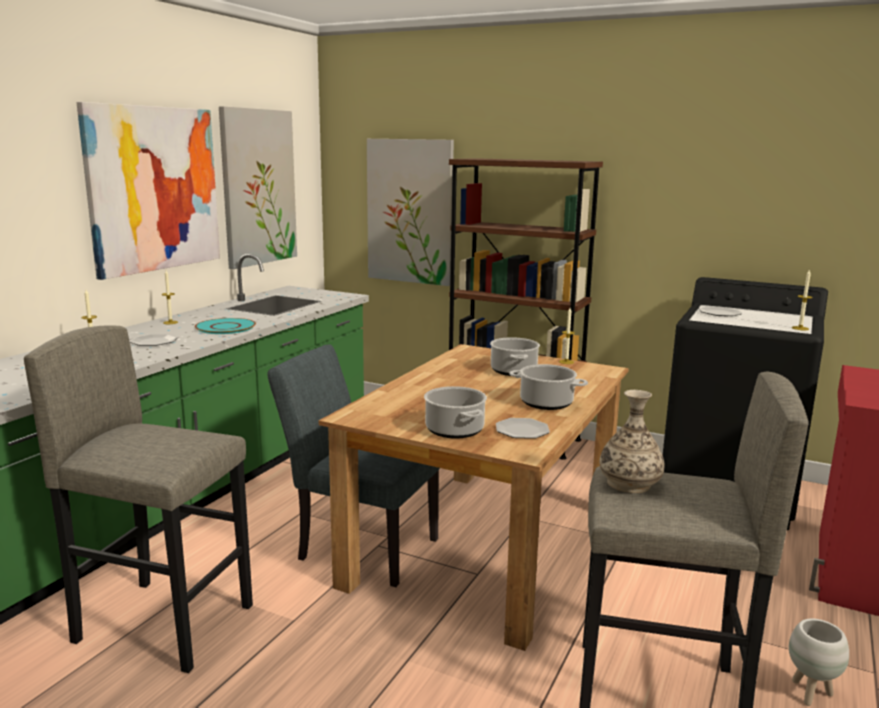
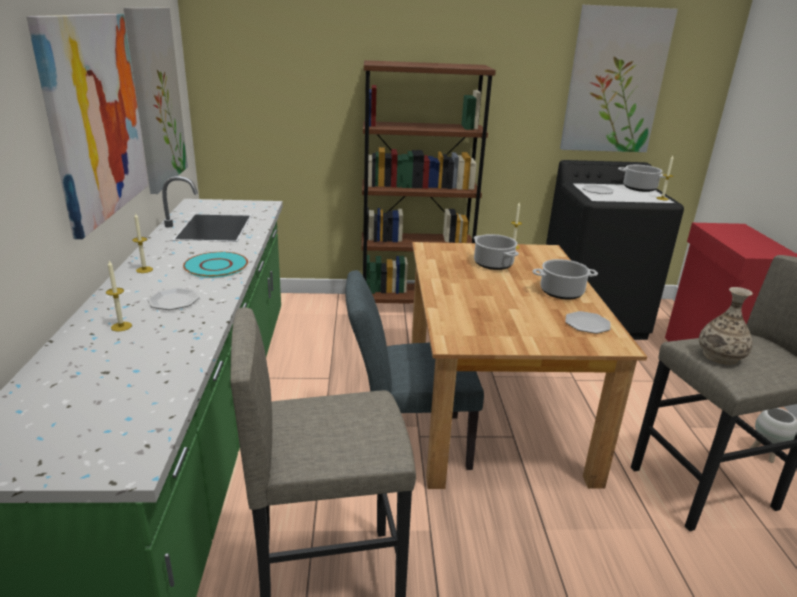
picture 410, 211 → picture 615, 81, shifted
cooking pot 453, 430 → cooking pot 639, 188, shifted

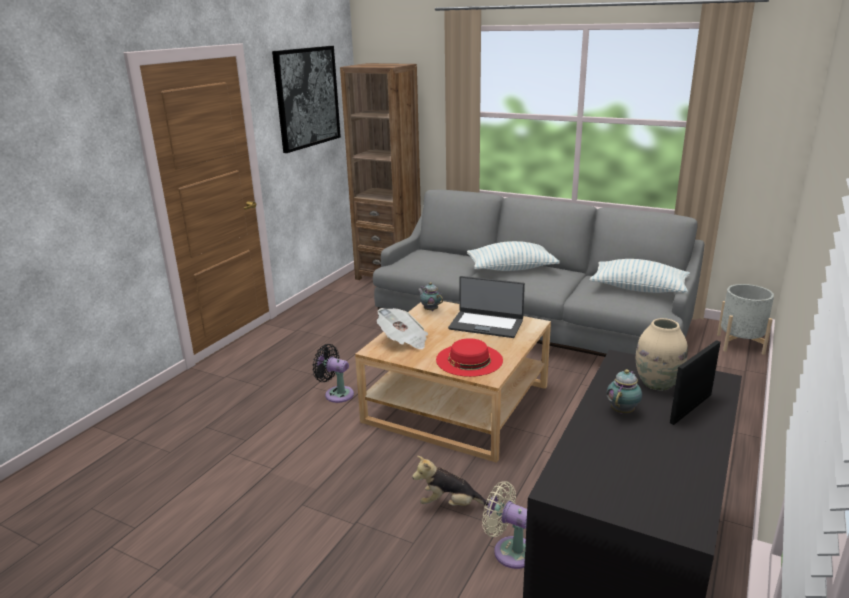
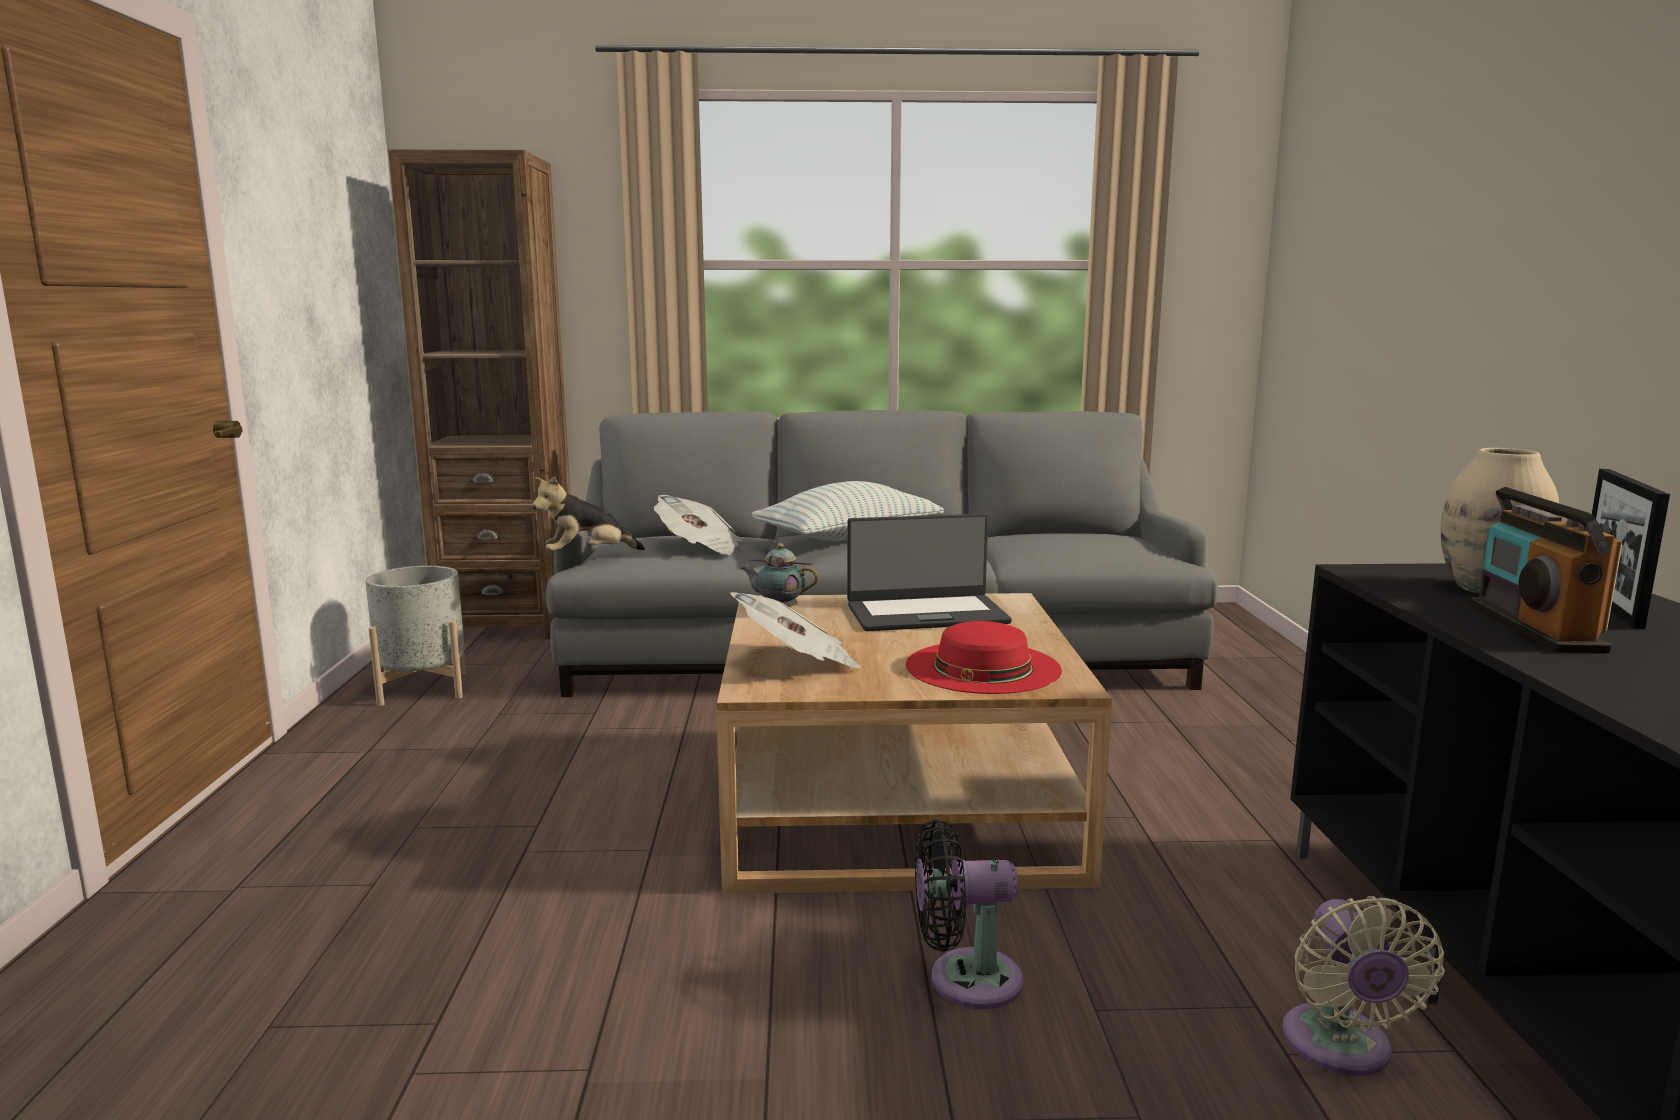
picture 307, 97 → -
throw pillow 638, 289 → -
- → daily paper 699, 548
blackish electric fan 336, 394 → blackish electric fan 965, 980, shifted
cuddly toy 449, 504 → cuddly toy 587, 556, shifted
gray plant pot 740, 344 → gray plant pot 423, 688, shifted
pot for tea 623, 410 → radio 1533, 627
beige-coloured electric fan 510, 550 → beige-coloured electric fan 1340, 1049, 90 degrees counterclockwise

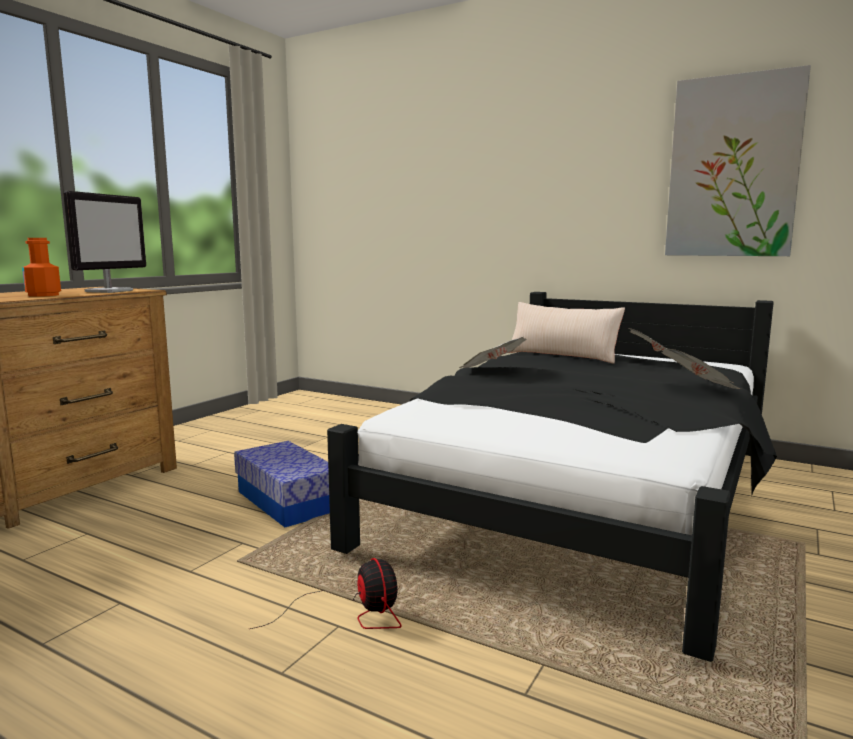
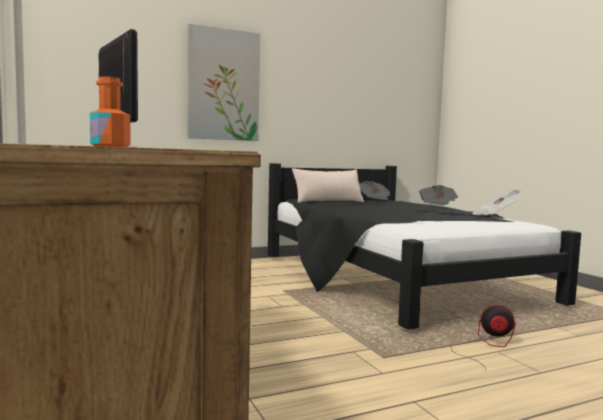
storage container 287, 501 → -
daily paper 492, 371 → daily paper 496, 215, shifted
picture 733, 167 → picture 223, 85, shifted

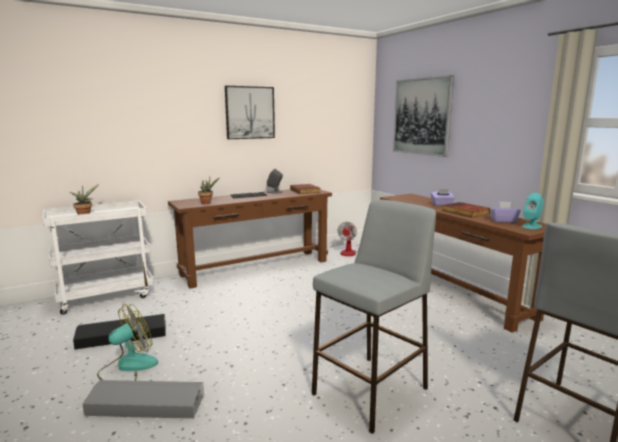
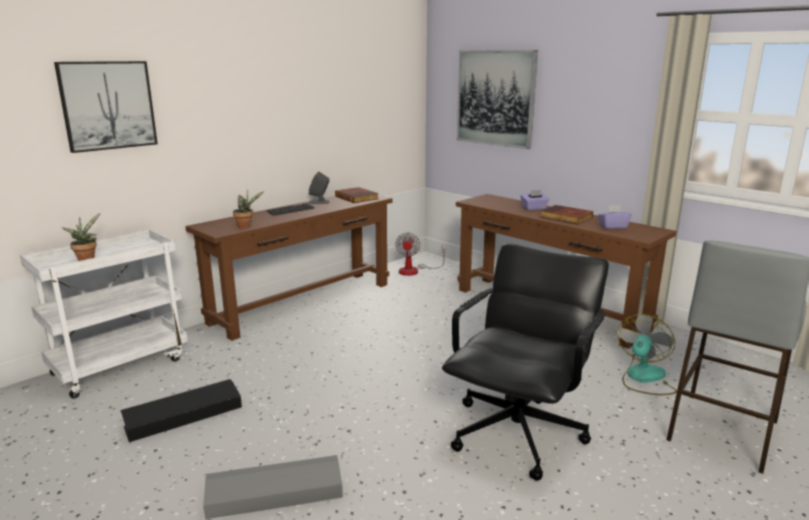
turquoise loudspeaker 532, 226 → -
electric fan 128, 367 → electric fan 643, 379, shifted
picture 249, 112 → picture 108, 105, shifted
gray stool seat 371, 391 → blackish office chair 518, 433

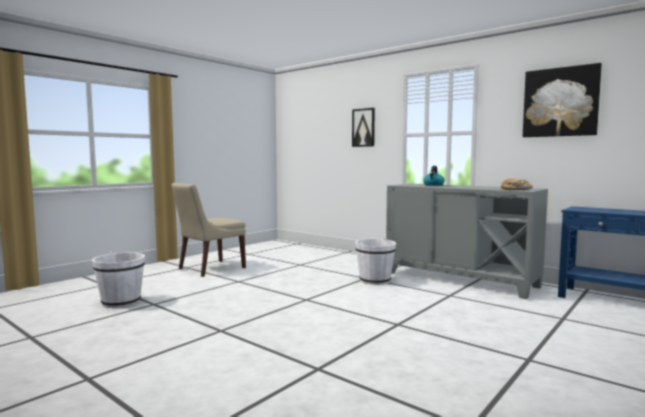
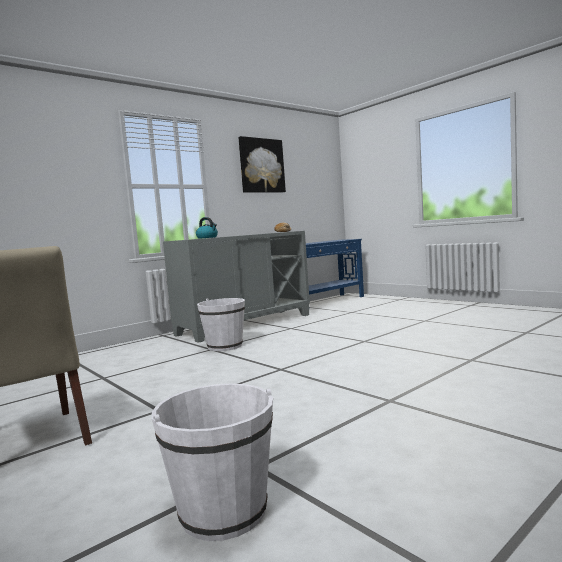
picture 363, 127 → -

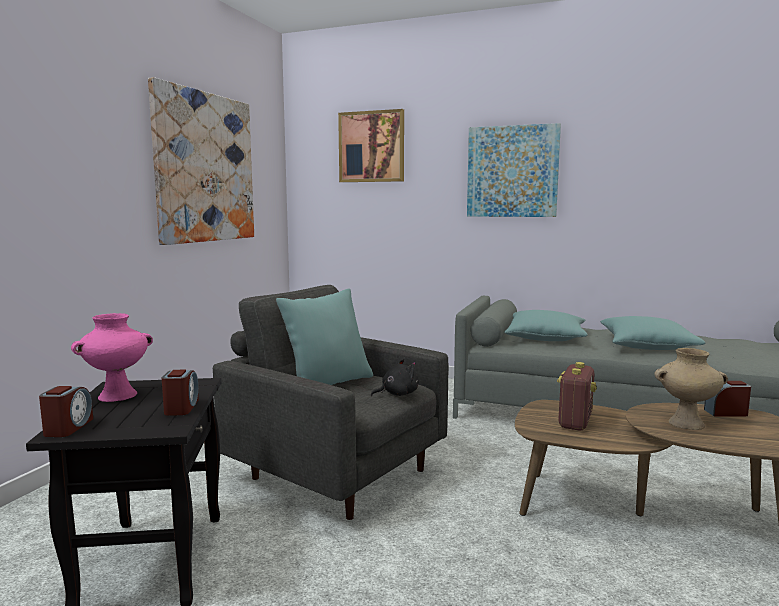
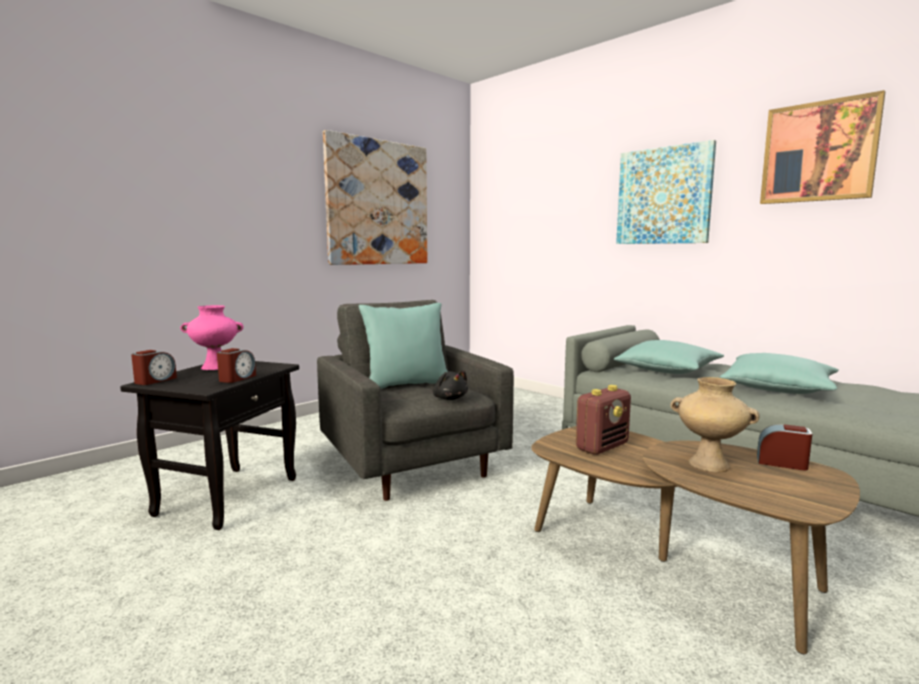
picture 371, 147 → picture 818, 152, shifted
blackish cuddly toy 397, 394 → blackish cuddly toy 449, 398, 60 degrees clockwise

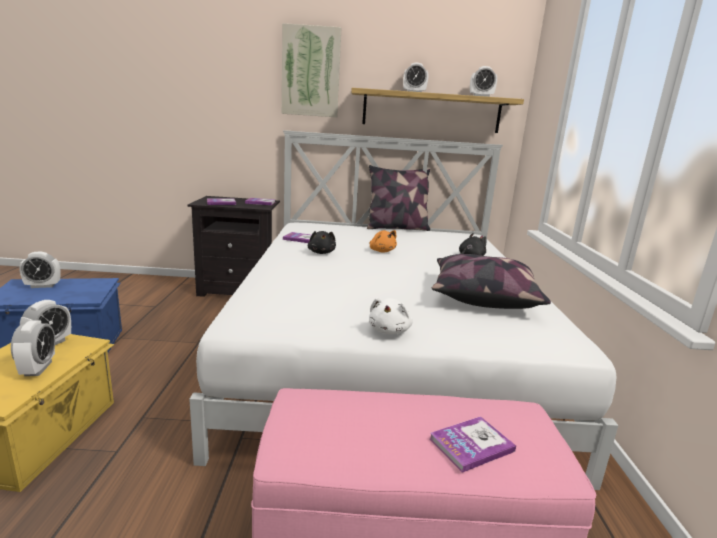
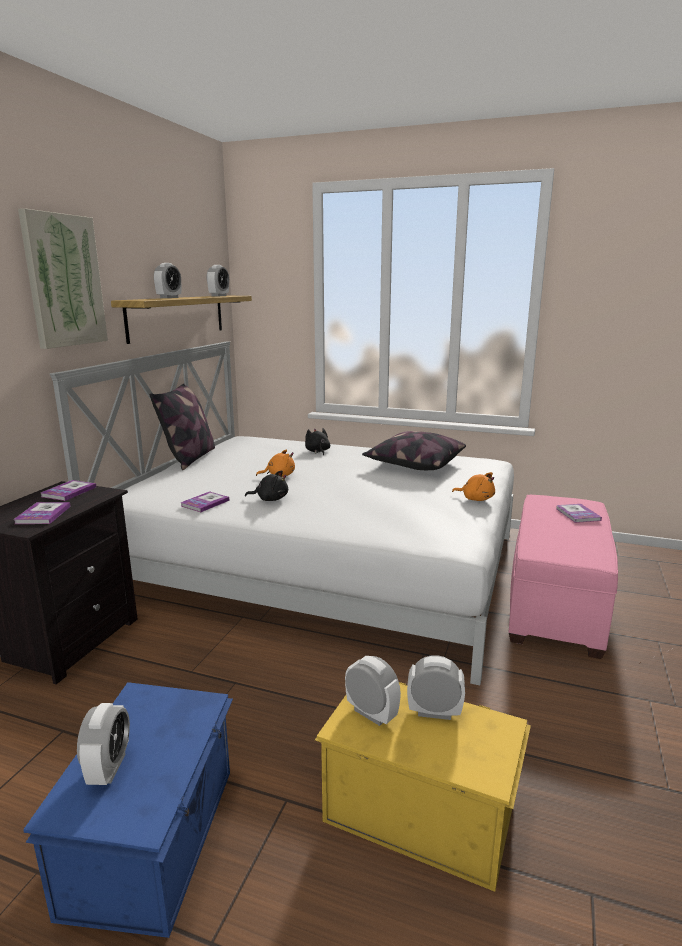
white cuddly toy 390, 330 → orangey cuddly toy 476, 499

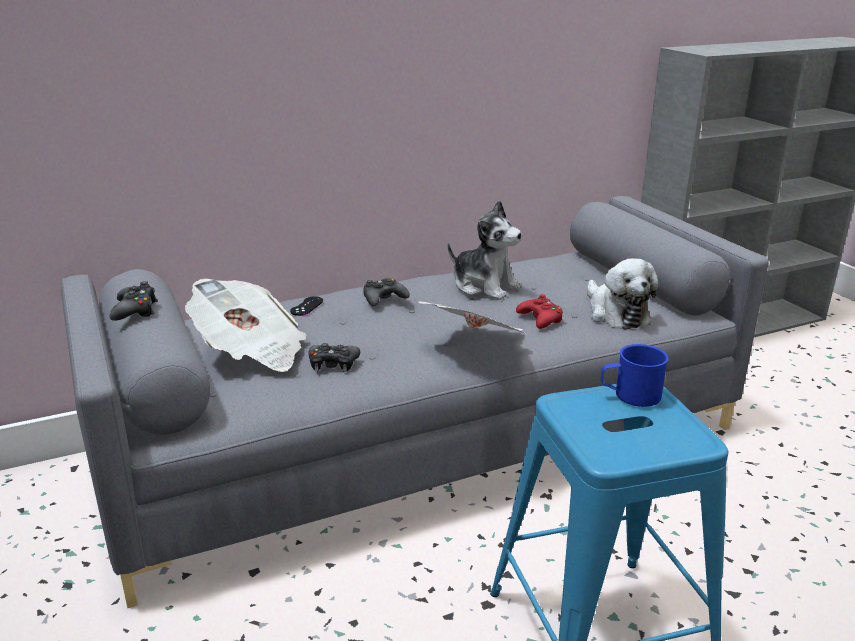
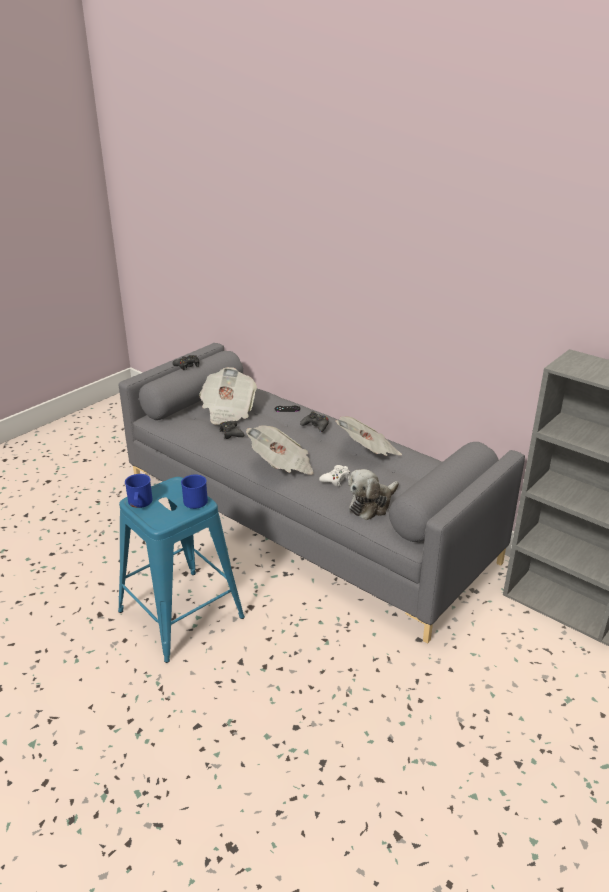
- → bluish coffee mug 139, 503
cuddly toy 484, 286 → daily paper 368, 452
reddish game controller 540, 319 → white game controller 336, 479

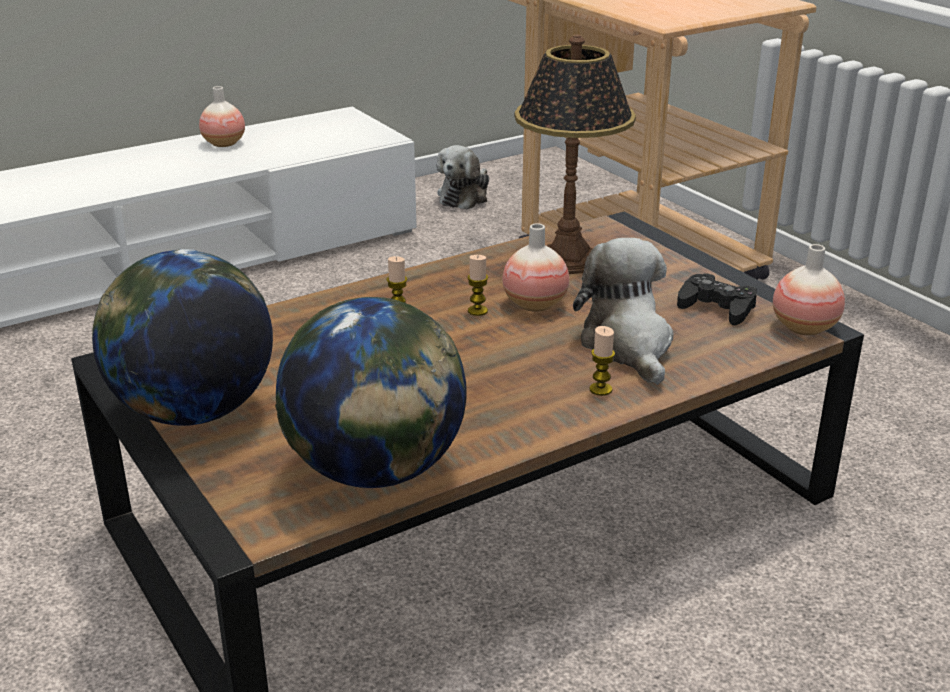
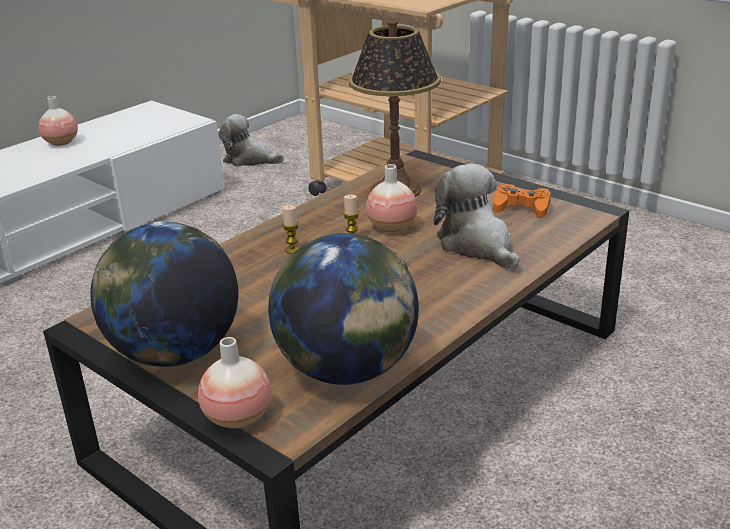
wax candle 600, 389 → -
flower vase 804, 328 → flower vase 238, 417, shifted
blackish game controller 717, 307 → orangey game controller 522, 207
cuddly toy 464, 196 → cuddly toy 249, 159, 105 degrees clockwise

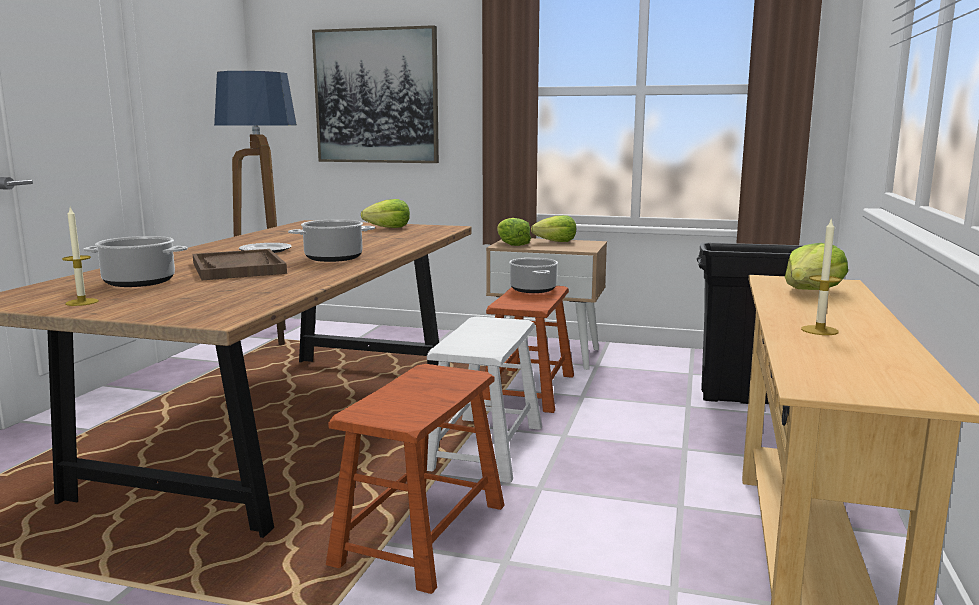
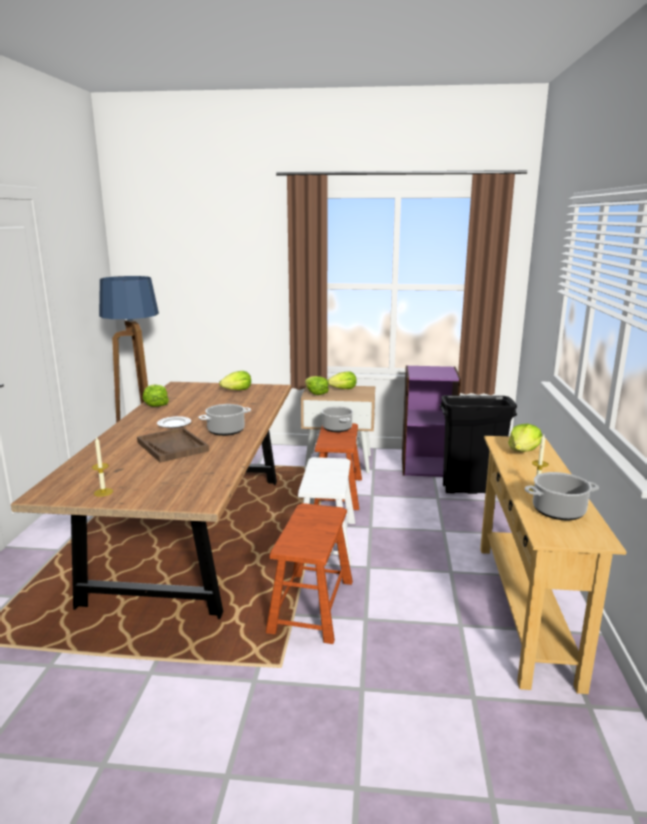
picture 376, 96 → -
- → lettuce 156, 404
- → purplish bookcase 426, 466
cooking pot 138, 282 → cooking pot 558, 511, shifted

